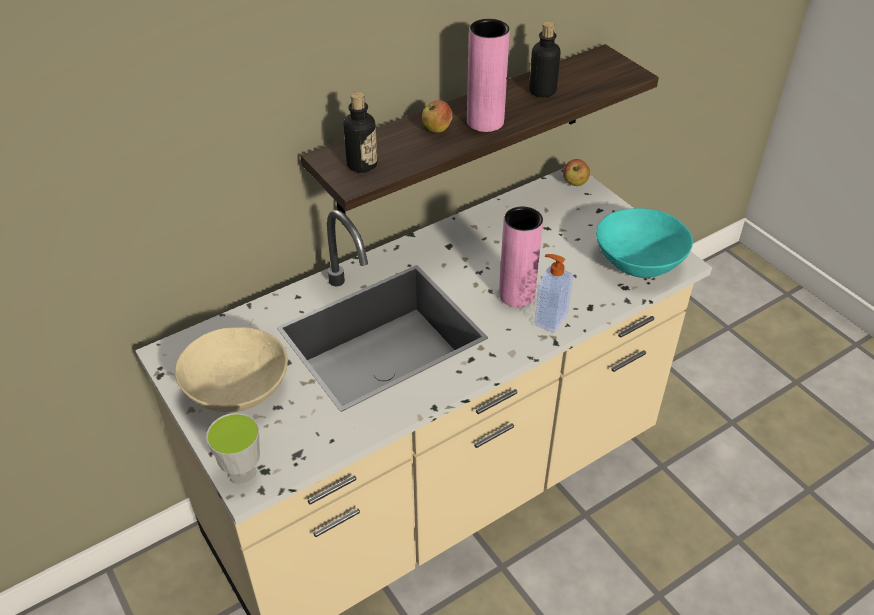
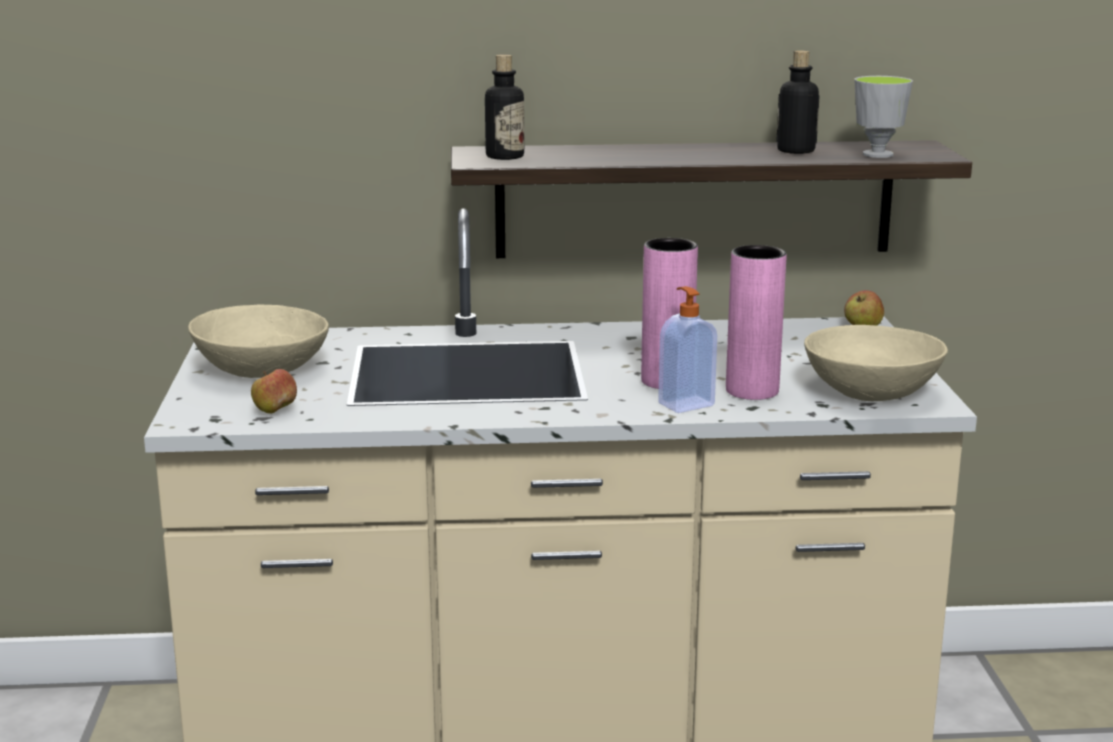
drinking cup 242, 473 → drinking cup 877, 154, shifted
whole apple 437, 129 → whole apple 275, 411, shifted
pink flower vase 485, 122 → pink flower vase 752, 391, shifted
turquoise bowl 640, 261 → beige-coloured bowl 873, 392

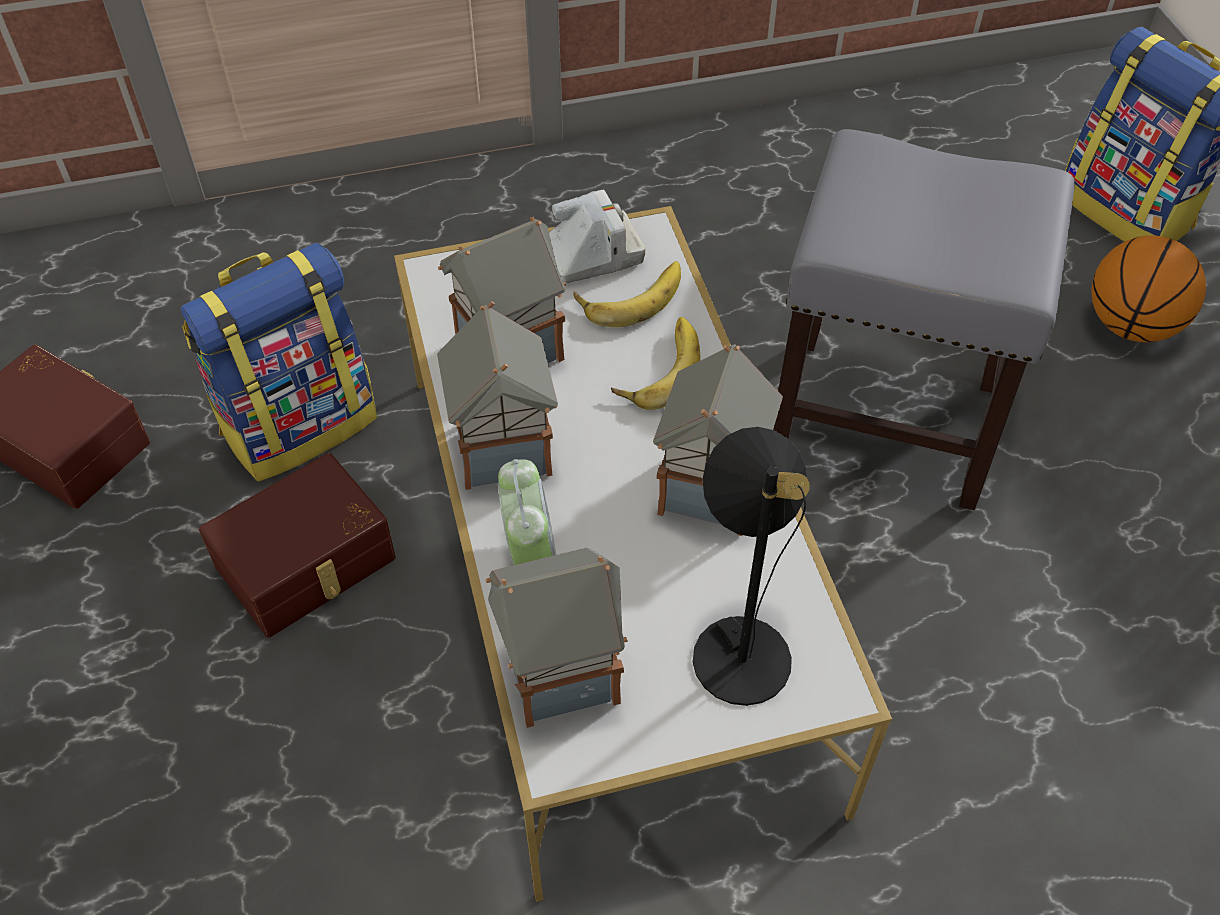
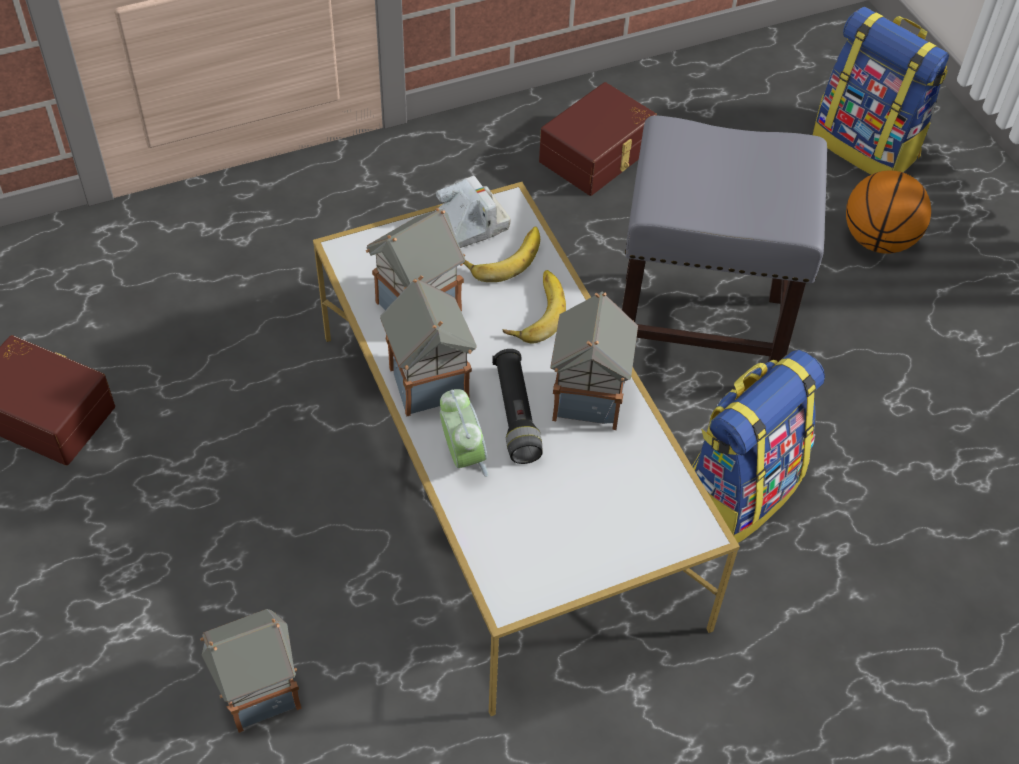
blackish tabletop lamp 740, 642 → -
- → blackish hand torch 516, 414
rucksack 300, 424 → rucksack 739, 492, shifted
brownish storage container 308, 564 → brownish storage container 598, 156, shifted
toy house 558, 675 → toy house 257, 693, shifted

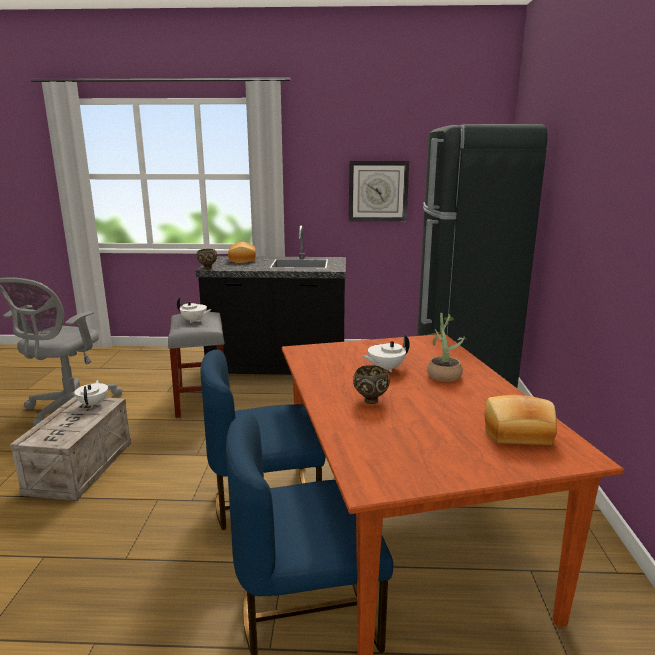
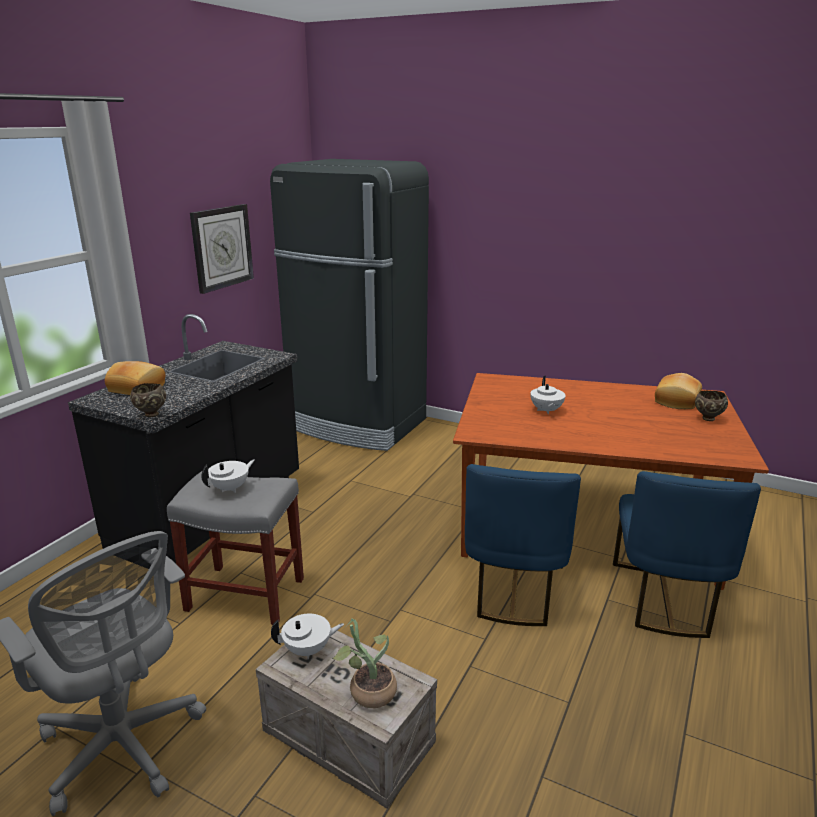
brownish bowl 370, 400 → brownish bowl 707, 419, shifted
plant in a pot 442, 374 → plant in a pot 367, 691, shifted
white pot for tea 94, 404 → white pot for tea 308, 650, 150 degrees clockwise

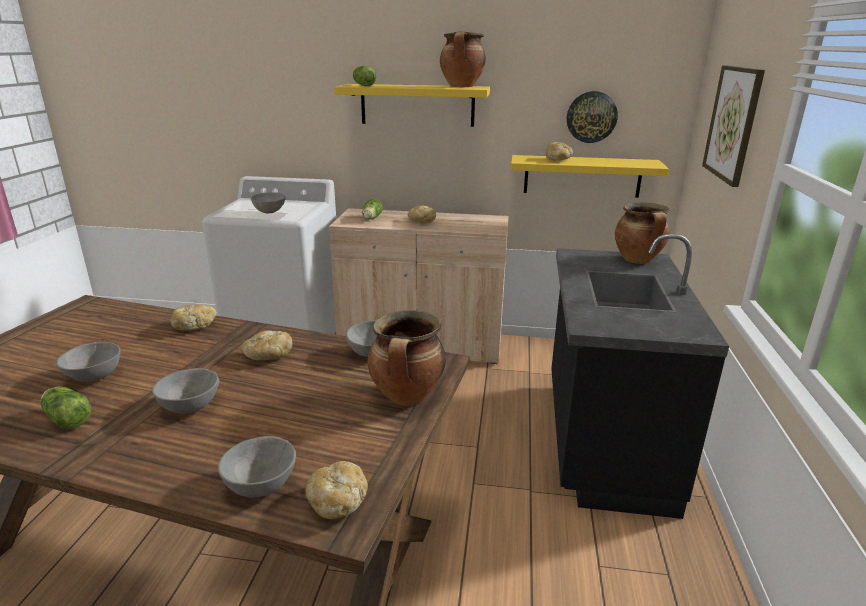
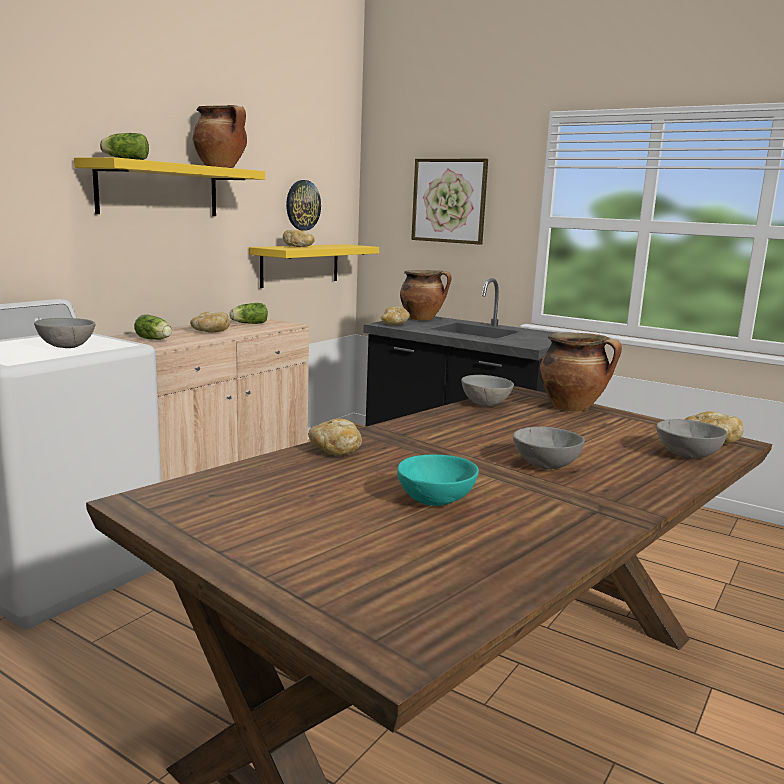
lettuce 67, 418 → lettuce 248, 323, shifted
bakery bread 267, 356 → bakery bread 394, 324, shifted
gray bowl 93, 377 → turquoise bowl 436, 502

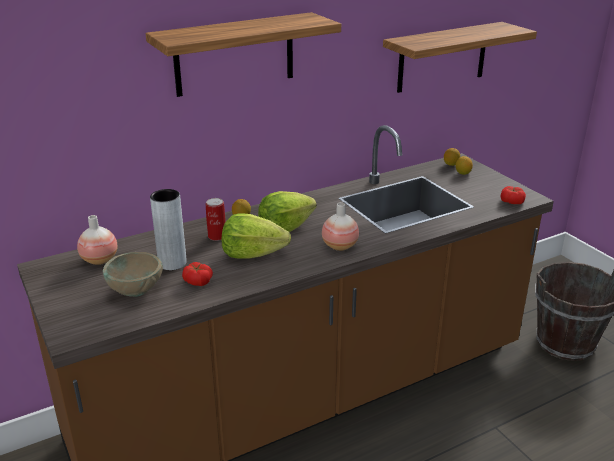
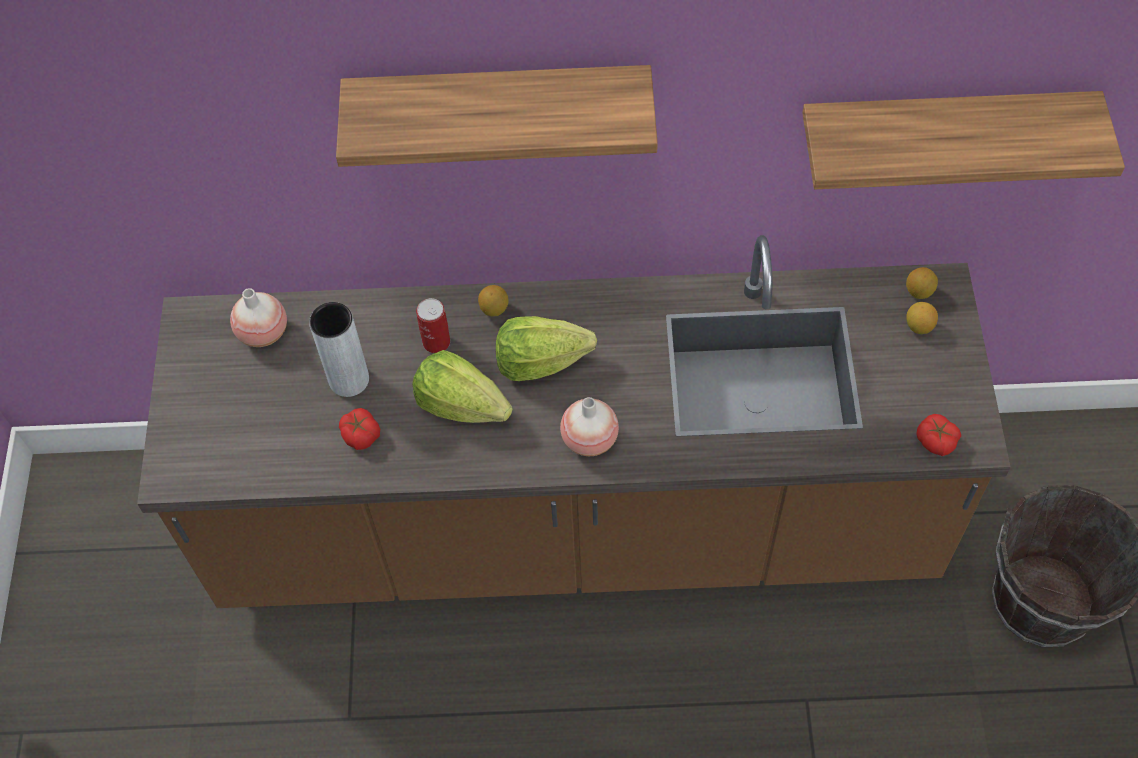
beige-coloured bowl 136, 290 → -

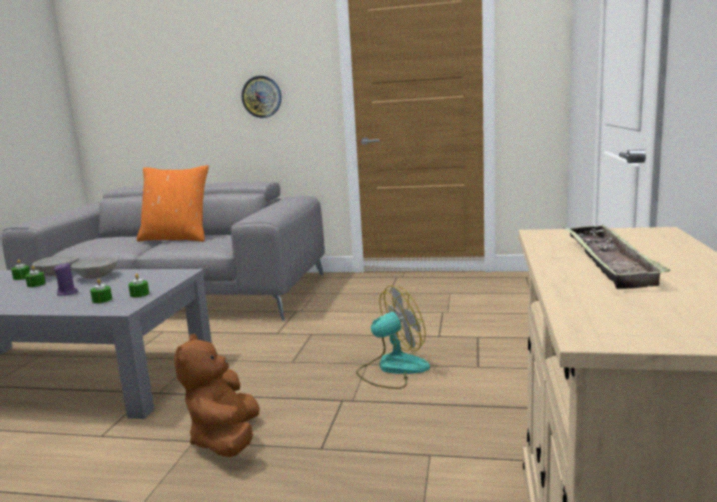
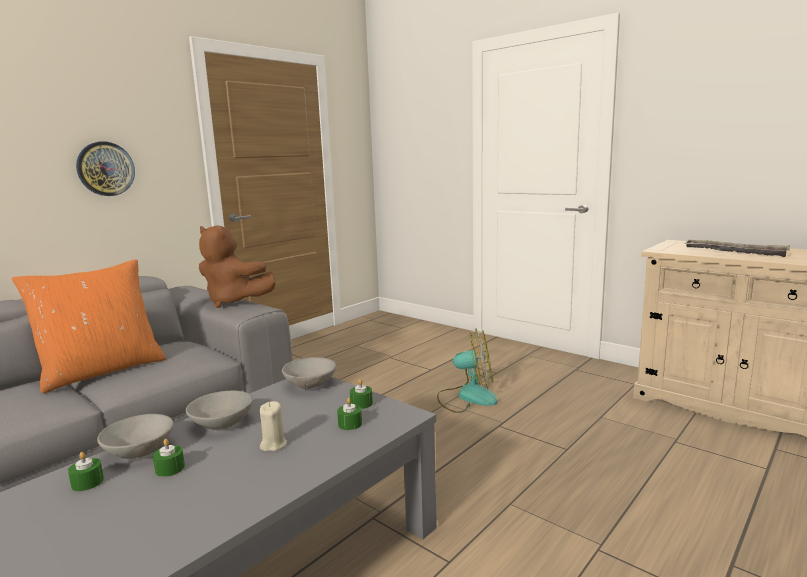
- → gray bowl 310, 384
brownish cuddly toy 226, 440 → brownish cuddly toy 234, 302, shifted
purplish wax candle 67, 293 → beige-coloured wax candle 273, 444
electric fan 392, 369 → electric fan 467, 397, 90 degrees clockwise

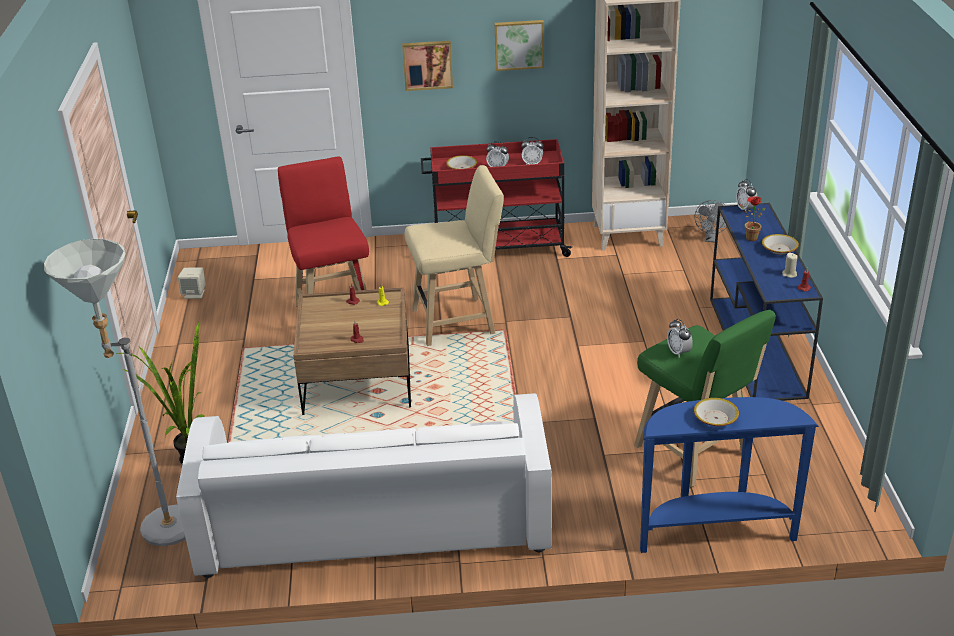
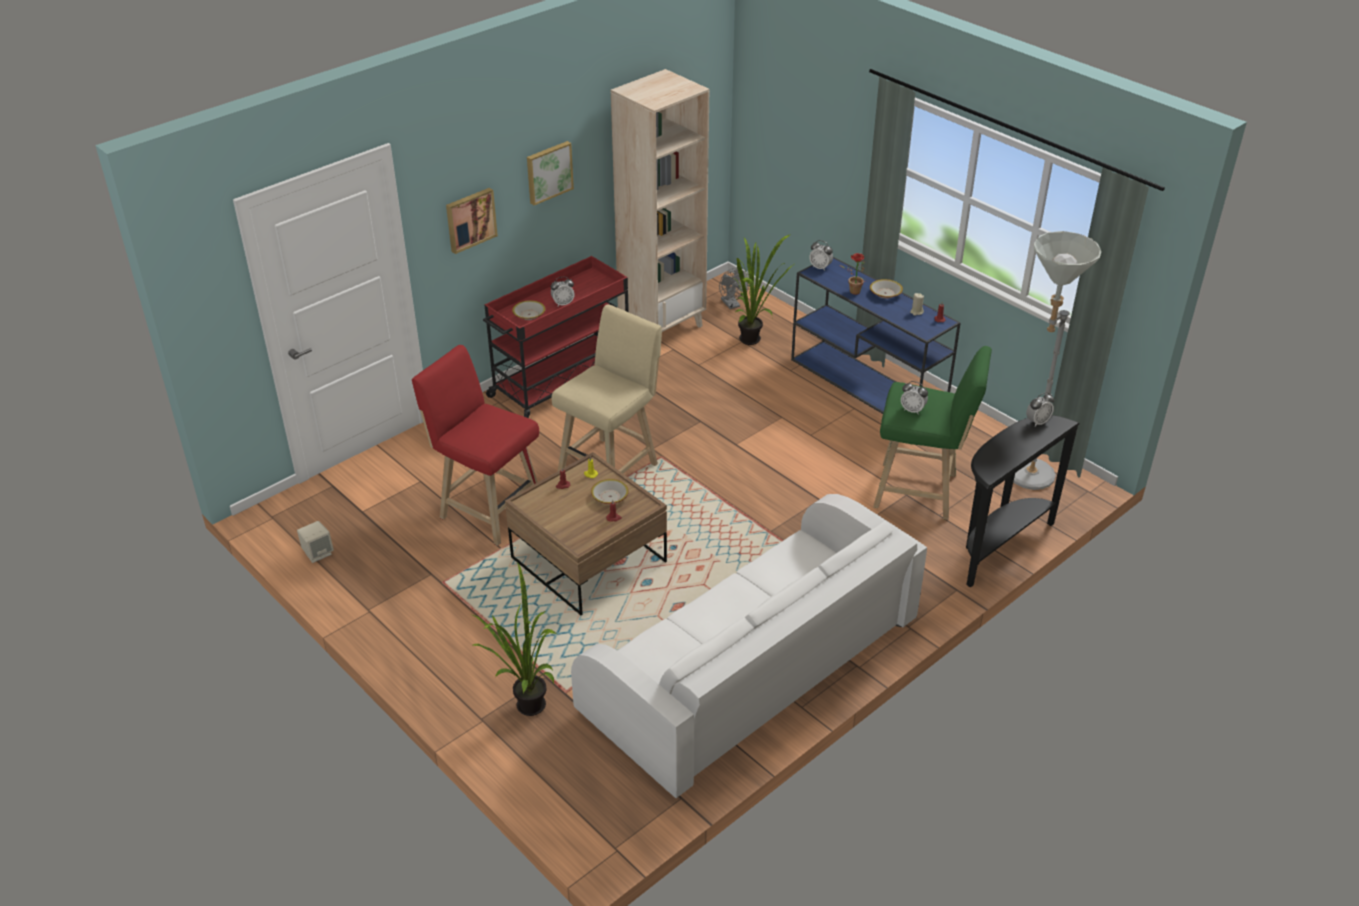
- → plant in a pot 755, 340
gray standing lamp 156, 526 → gray standing lamp 1023, 479, shifted
alarm clock 532, 164 → alarm clock 1037, 422, shifted
bowl 716, 418 → bowl 610, 497, shifted
bluish narrow table 714, 532 → blackish narrow table 998, 545

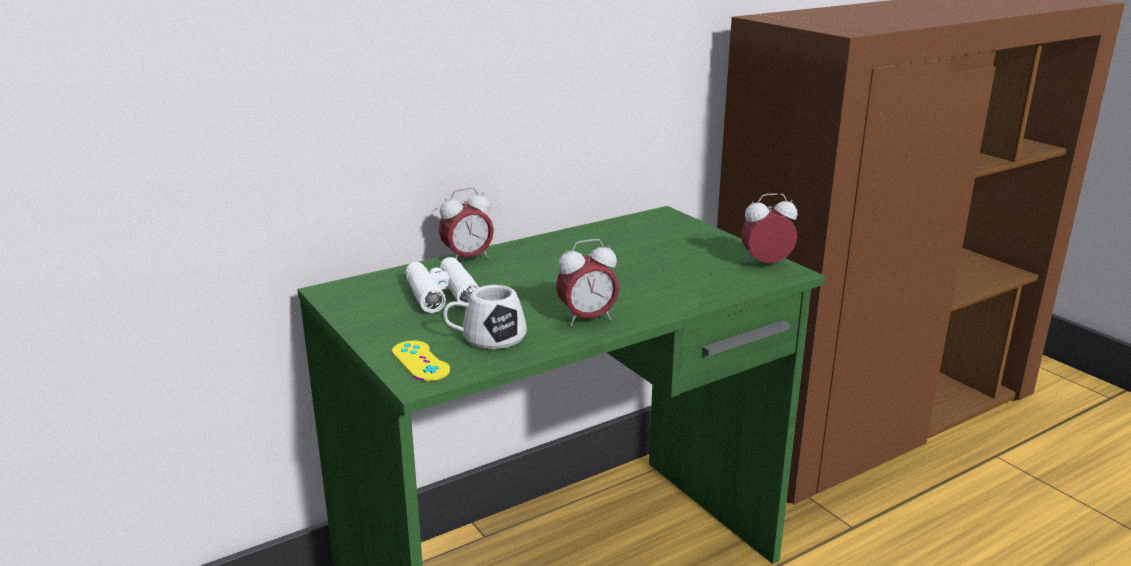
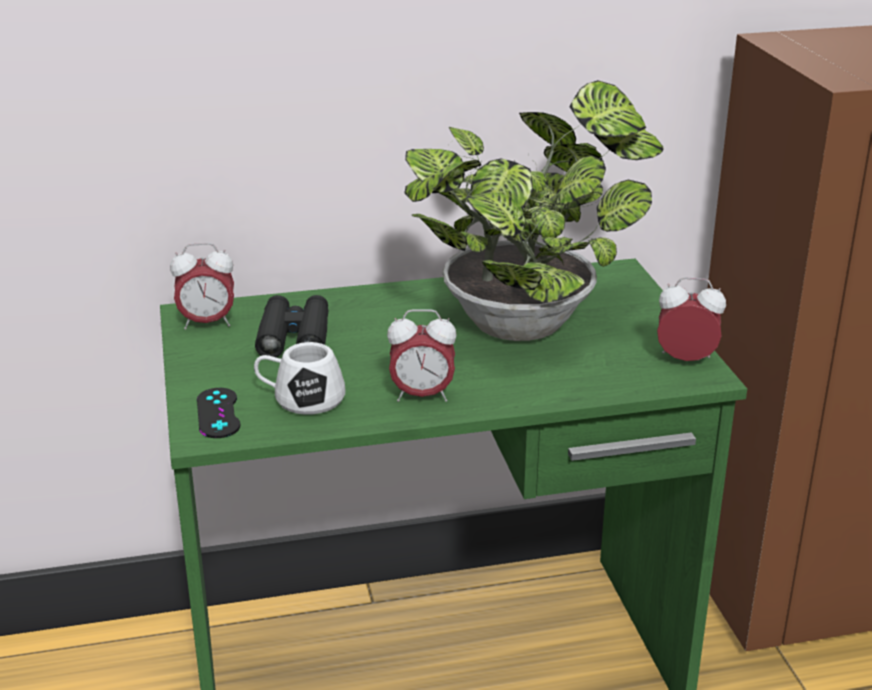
- → plant in a pot 527, 322
alarm clock 467, 259 → alarm clock 207, 323, shifted
yellowish game controller 420, 361 → blackish game controller 218, 413
white binoculars 442, 294 → blackish binoculars 294, 337

